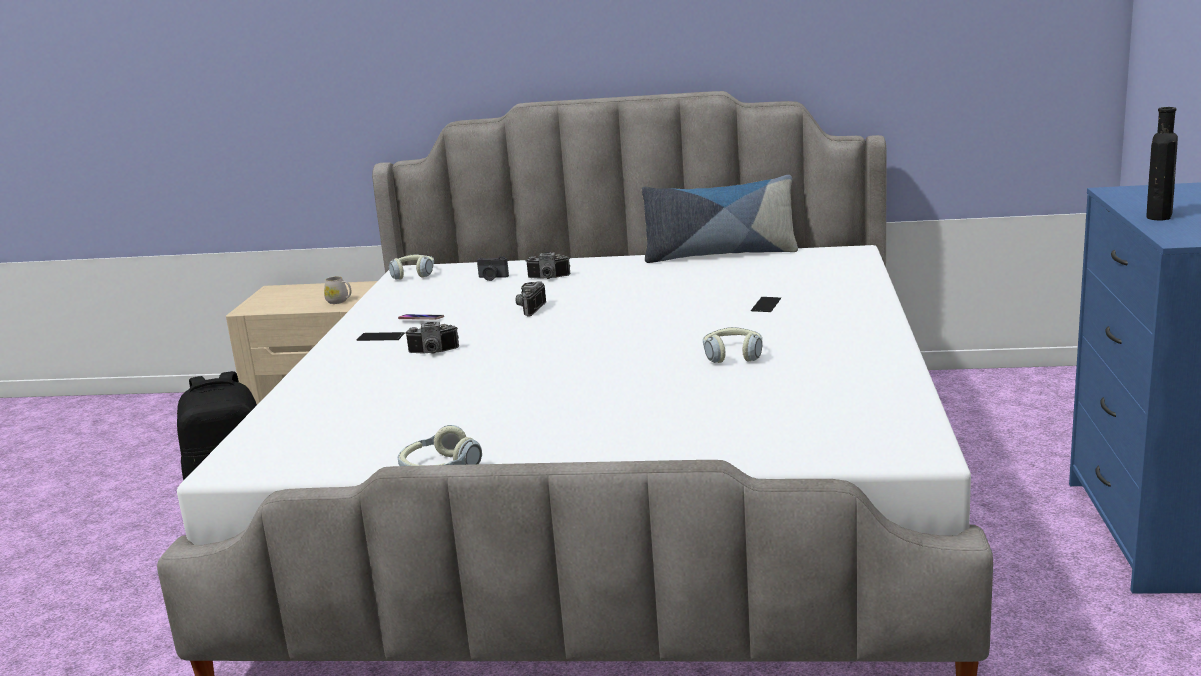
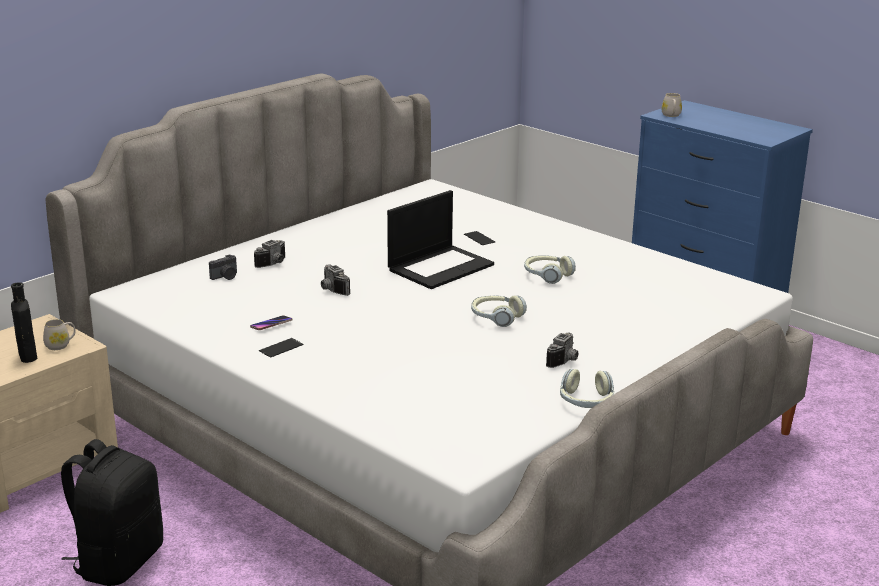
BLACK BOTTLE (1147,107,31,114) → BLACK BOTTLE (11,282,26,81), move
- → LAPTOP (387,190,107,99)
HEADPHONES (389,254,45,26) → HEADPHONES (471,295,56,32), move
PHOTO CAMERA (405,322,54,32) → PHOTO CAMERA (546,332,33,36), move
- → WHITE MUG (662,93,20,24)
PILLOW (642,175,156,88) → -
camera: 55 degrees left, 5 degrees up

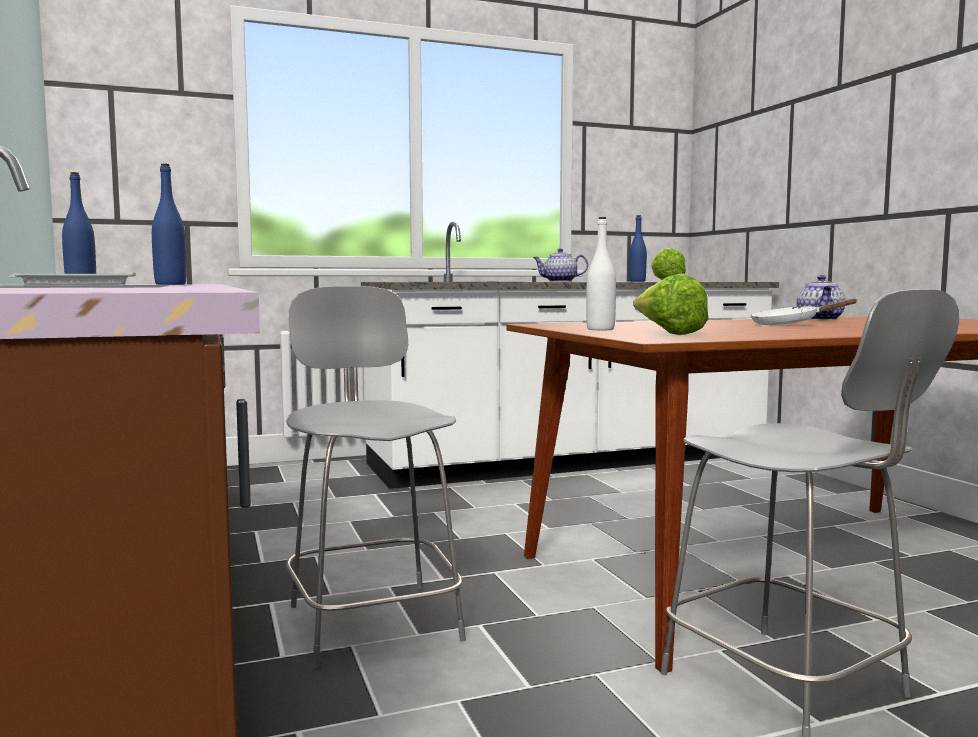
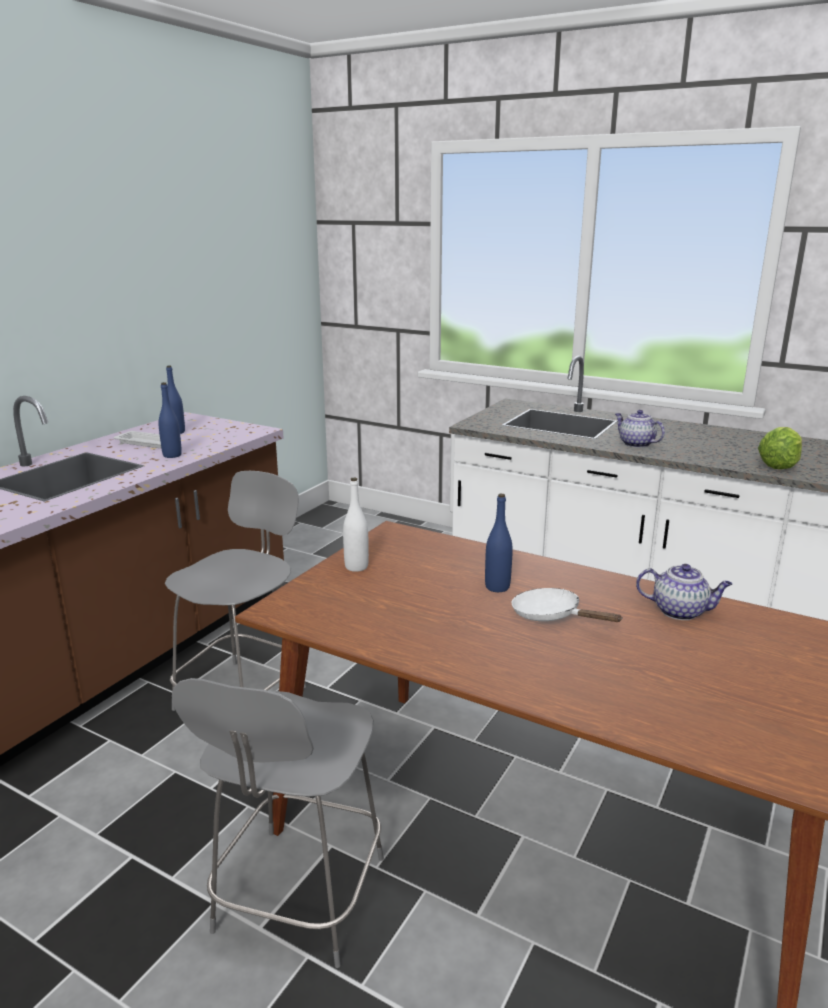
BLUE BOTTLE (629,215,18,67) → BLUE BOTTLE (485,493,28,99), move
TEAPOT (797,275,49,45) → TEAPOT (636,564,96,56), 135 degrees counterclockwise
LETTUCE (633,273,75,62) → -
camera: 50 degrees right, 15 degrees up

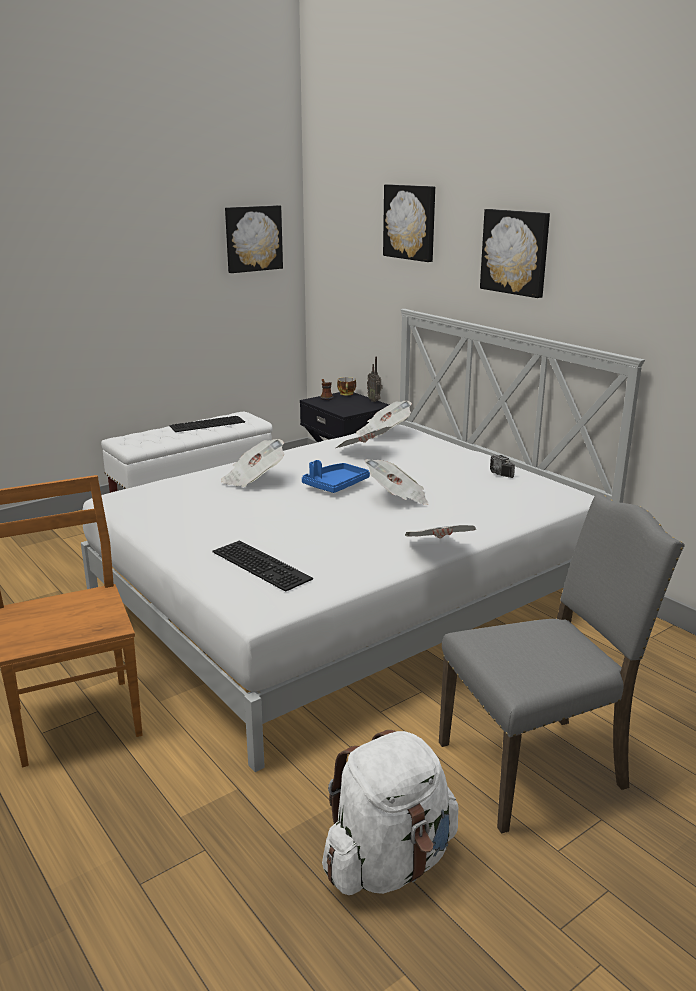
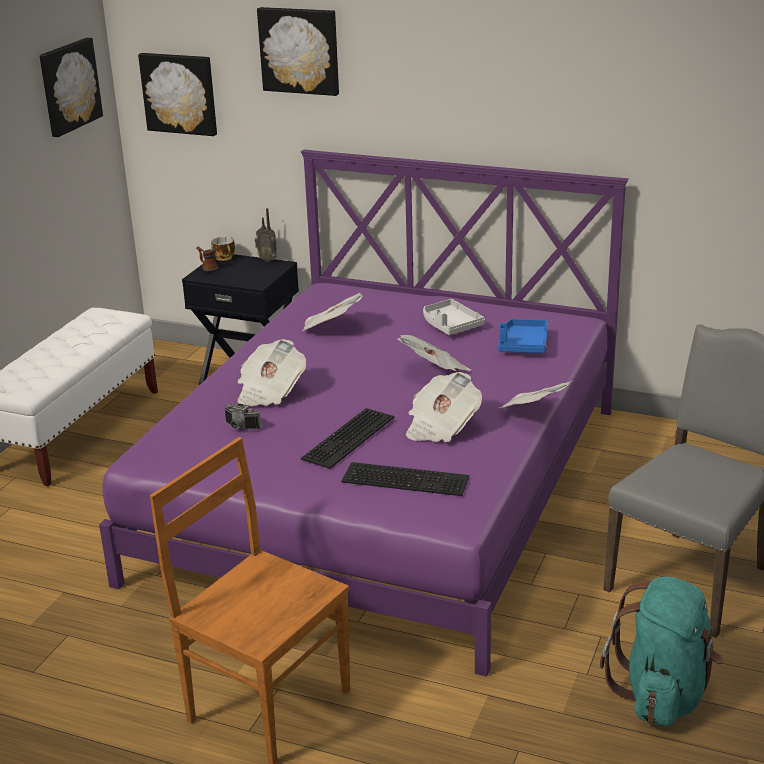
WHITE BED (81,309,564,463) → PURPLE BED (99,150,530,526)
PICTURE (480,209,70,89) → PICTURE (138,53,79,83), move
PHOTO CAMERA (490,455,25,23) → PHOTO CAMERA (224,403,37,26), move
KEYBOARD (170,416,75,16) → KEYBOARD (301,408,93,61), move
NEWSPAPER (356,401,56,37) → NEWSPAPER (406,372,76,70), move
- → GREY TRAY (423,299,62,36)
BLUE TRAY (302,460,68,33) → BLUE TRAY (498,319,50,34), move
WHITE BACKPACK (322,730,136,165) → TURQUOISE BACKPACK (600,577,124,149)
camera: 30 degrees left, 5 degrees up

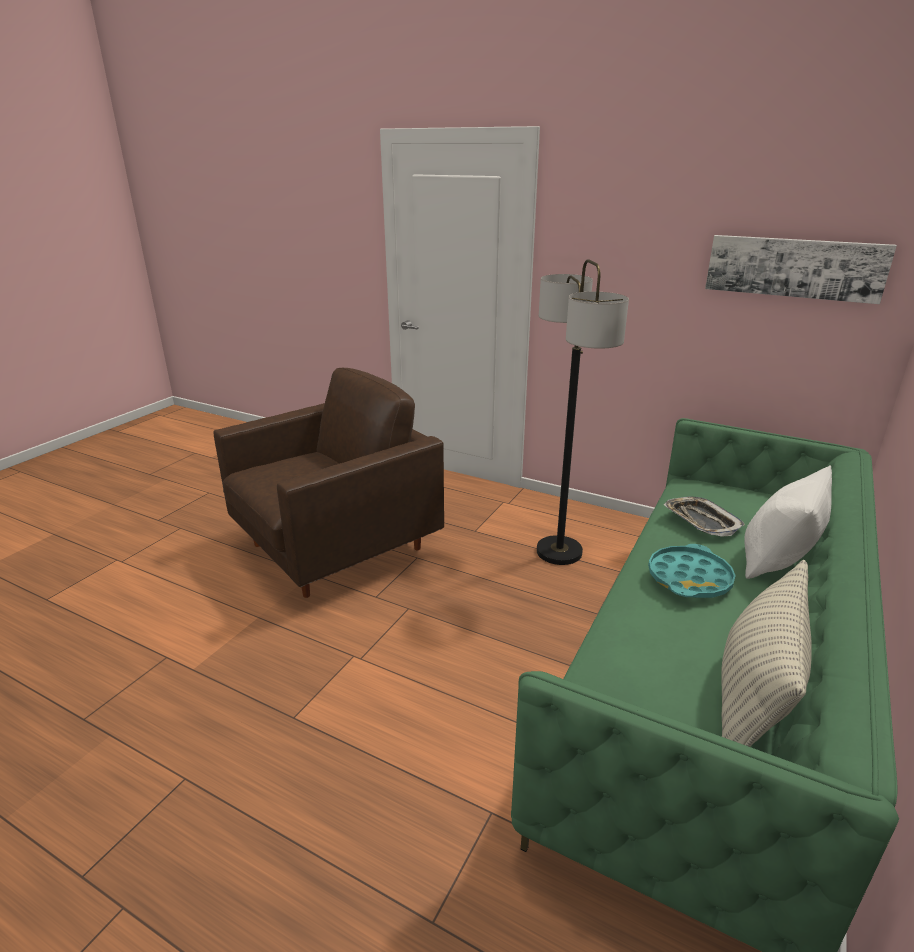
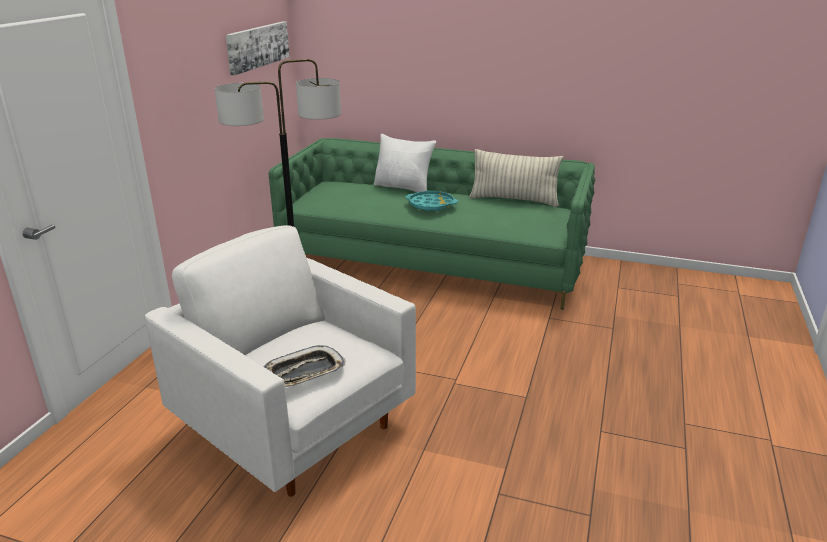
BROWN ARMCHAIR (214,368,230,230) → WHITE ARMCHAIR (144,225,272,272)
TRAY (664,497,81,40) → TRAY (264,345,82,43), move
camera: 100 degrees left, 0 degrees up

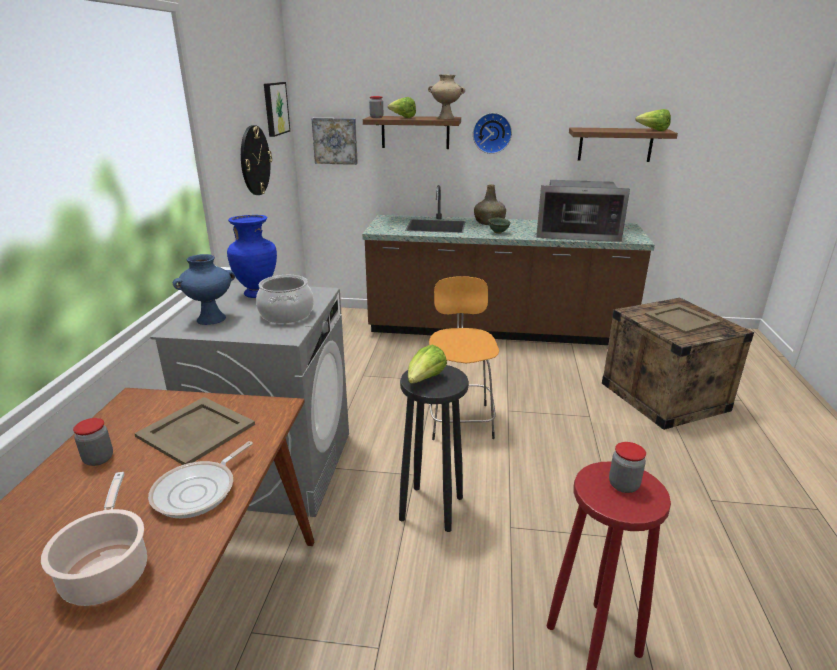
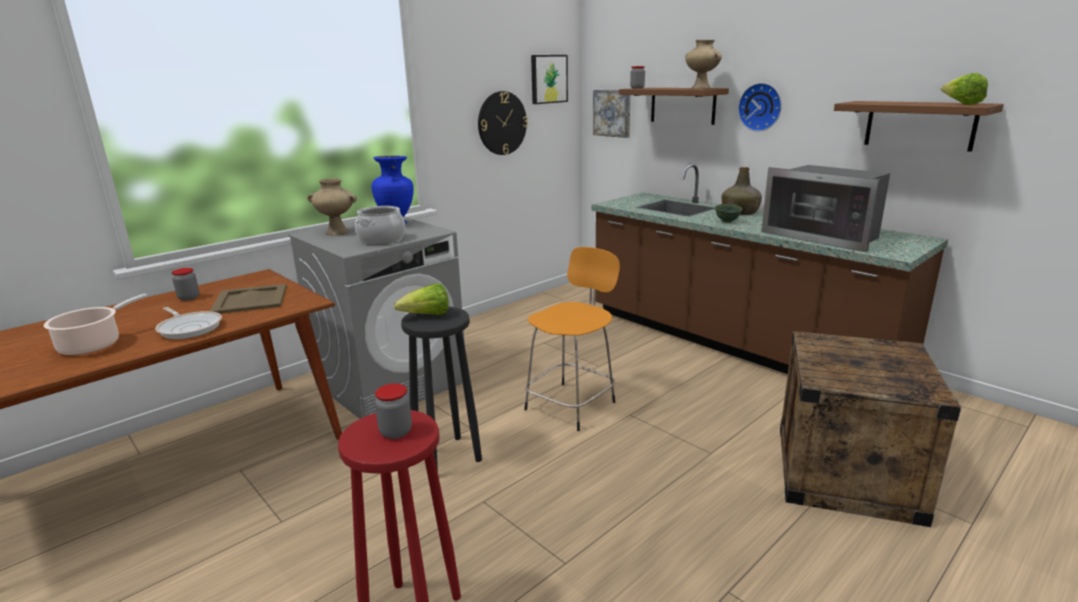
FRYING PAN (148,441,105,77) → FRYING PAN (155,307,67,32), 120 degrees counterclockwise
BLUE VASE (173,254,62,71) → BEIGE VASE (307,179,50,56)
LETTUCE (388,97,28,21) → -
BEIGE TRAY (645,304,76,30) → -
camera: 40 degrees right, 5 degrees down

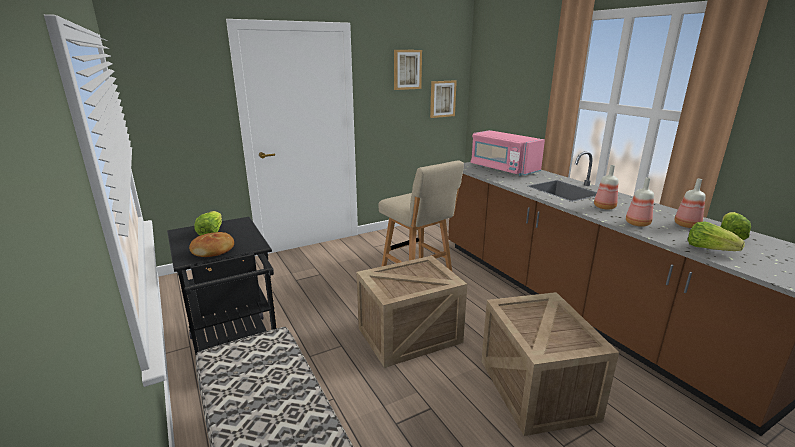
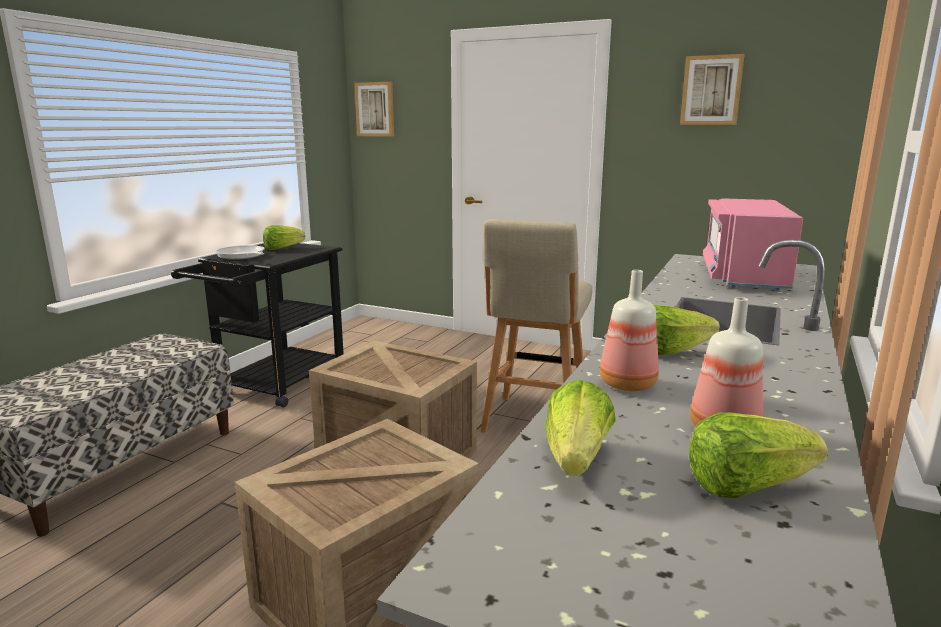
BREAD (189,232,45,25) → FRYING PAN (215,245,50,15)
PICTURE (430,80,27,38) → PICTURE (354,82,40,55), move
BOTTLE (594,165,25,45) → LETTUCE (654,305,66,50)
camera: 55 degrees right, 5 degrees down

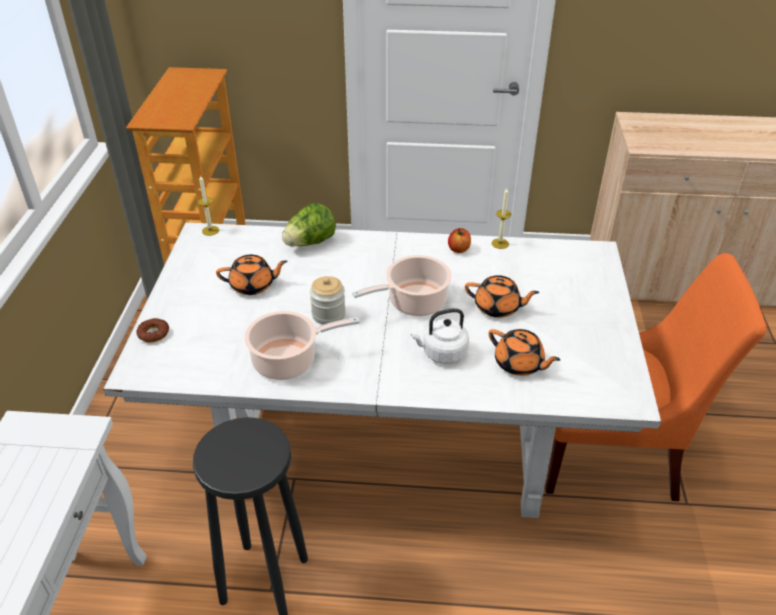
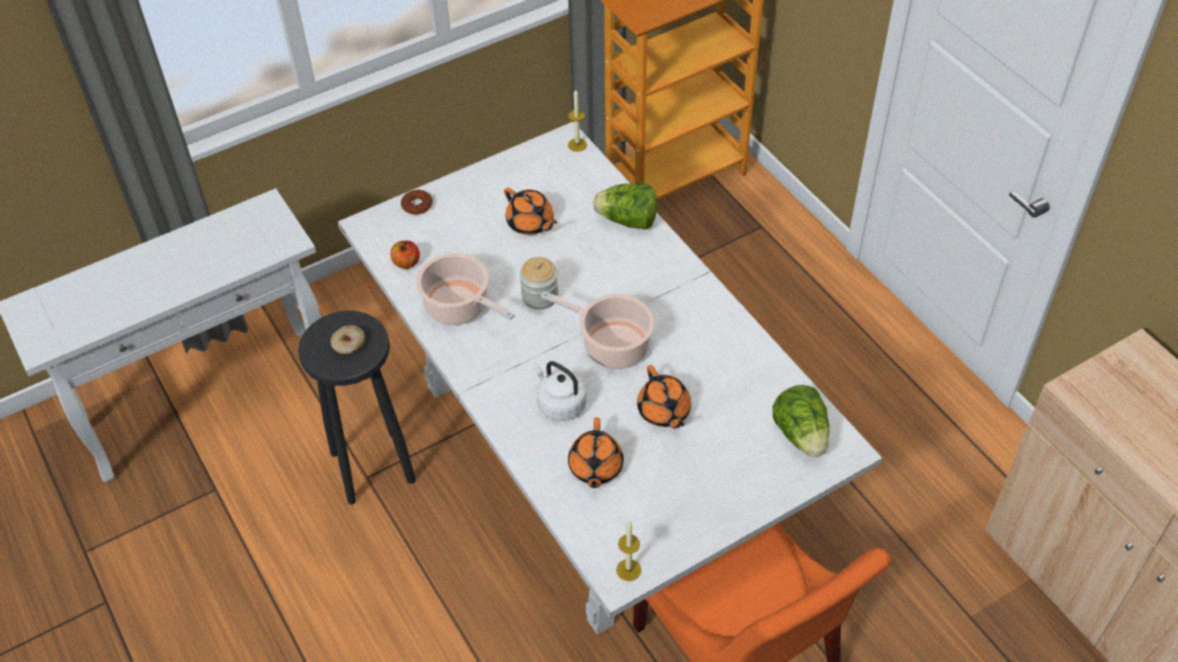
- → DONUT (331,325,34,30)
APPLE (448,228,23,25) → APPLE (390,241,30,28), move
CANDLE (492,188,19,61) → CANDLE (616,520,25,61), move
- → LETTUCE (773,385,56,72)
camera: 55 degrees right, 10 degrees up

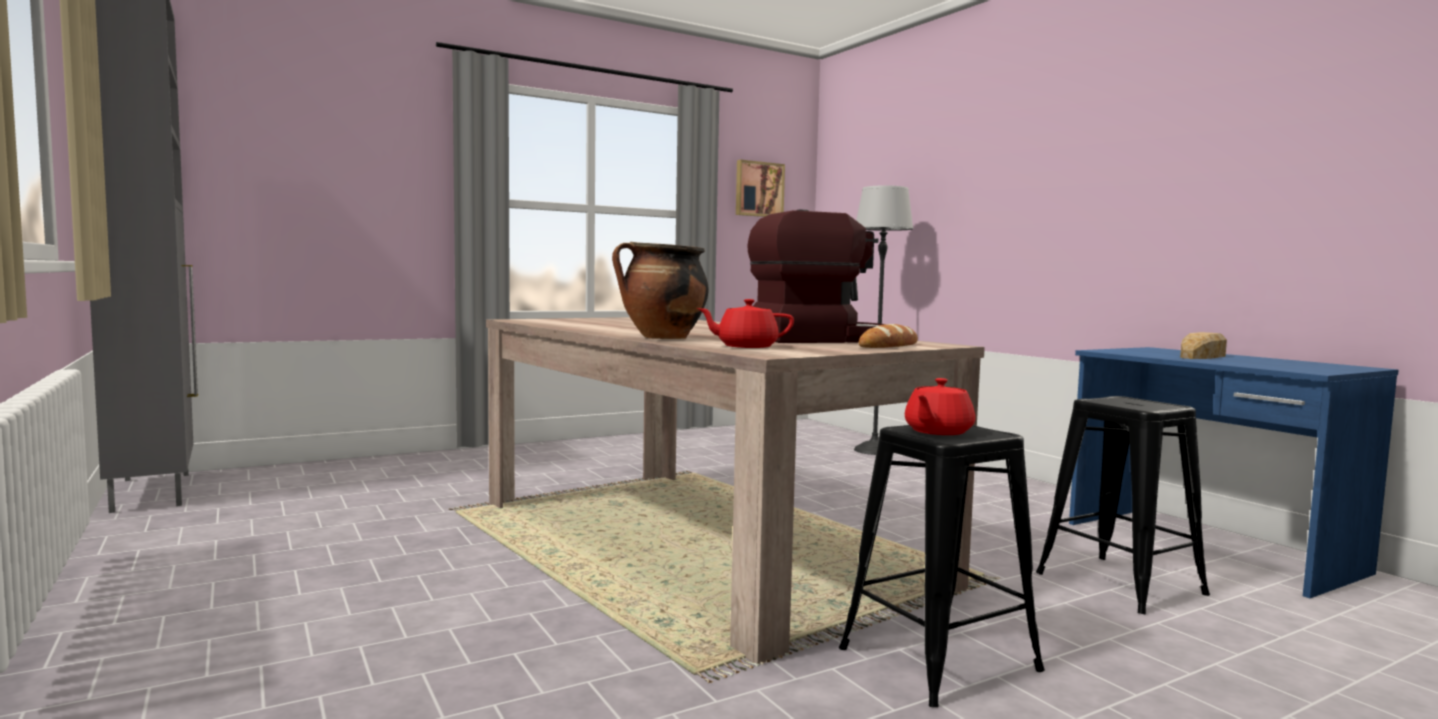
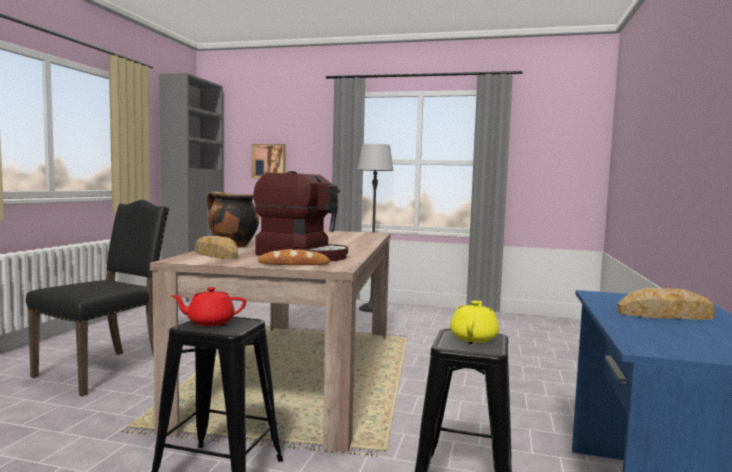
- → BLACK CHAIR (26,200,143,197)
RED TEAPOT (697,299,97,49) → BREAD (195,236,43,23)
PICTURE (736,160,49,57) → PICTURE (252,144,34,35), move
FLOOR LAMP (854,185,59,270) → FLOOR LAMP (357,144,36,168), move
- → YELLOW TEAPOT (450,301,49,42)
camera: 45 degrees right, 0 degrees up

